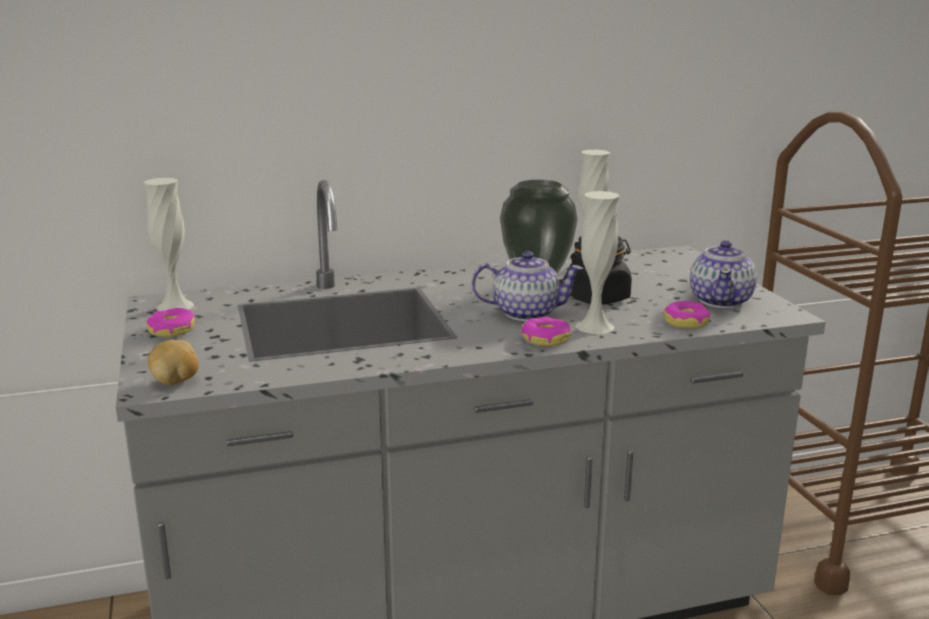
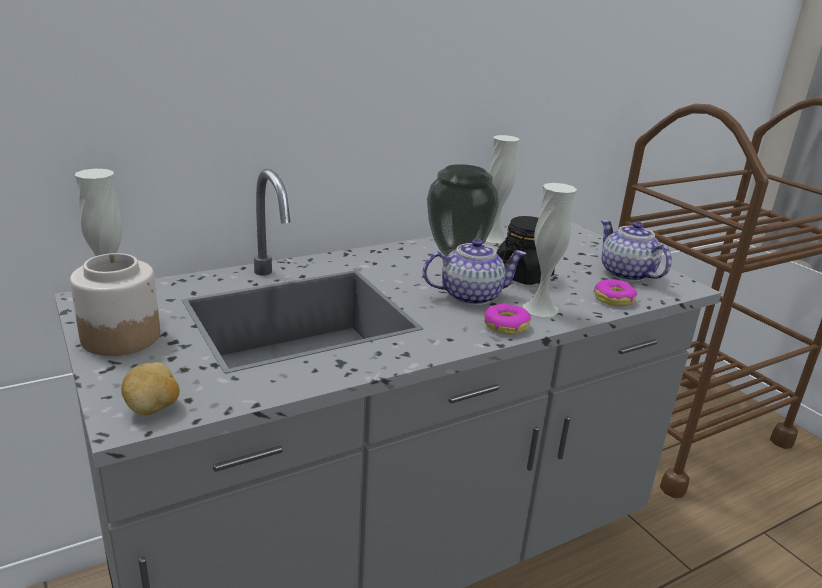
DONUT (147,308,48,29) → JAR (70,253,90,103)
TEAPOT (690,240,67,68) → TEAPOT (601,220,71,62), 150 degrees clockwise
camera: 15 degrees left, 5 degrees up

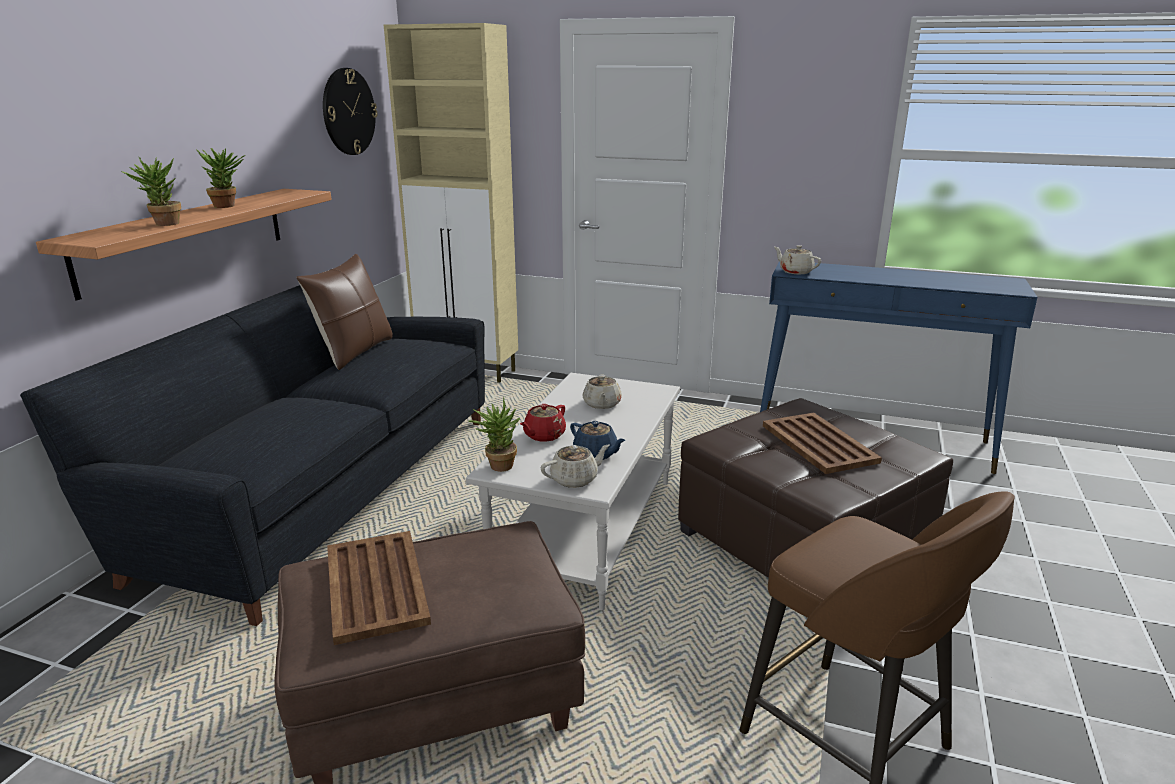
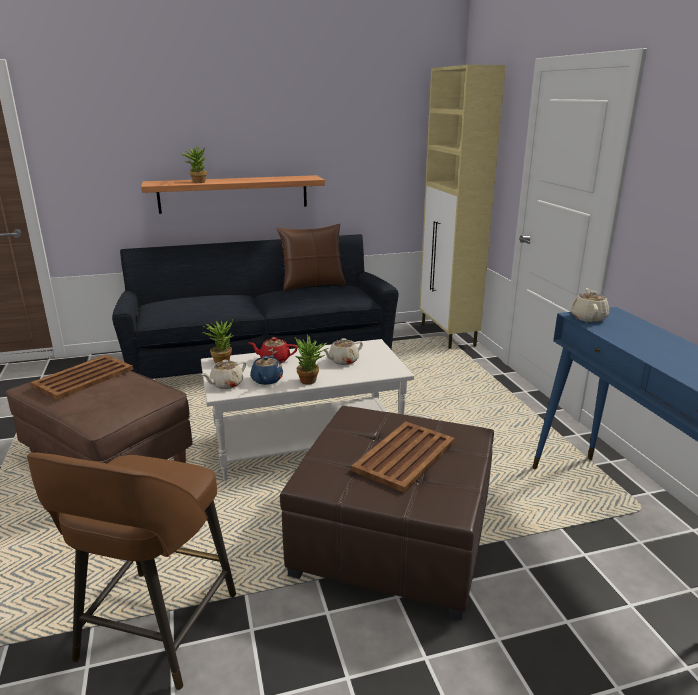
BEIGE TEAPOT (541,444,69,44) → BEIGE TEAPOT (201,360,45,29), 105 degrees clockwise
POTTED PLANT (197,148,48,60) → POTTED PLANT (295,334,34,50), move
WALL CLOCK (323,68,55,87) → -
camera: 55 degrees right, 0 degrees up

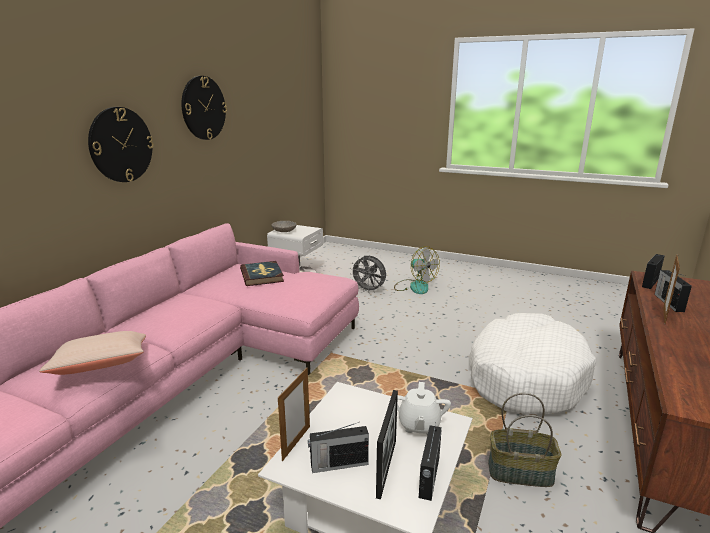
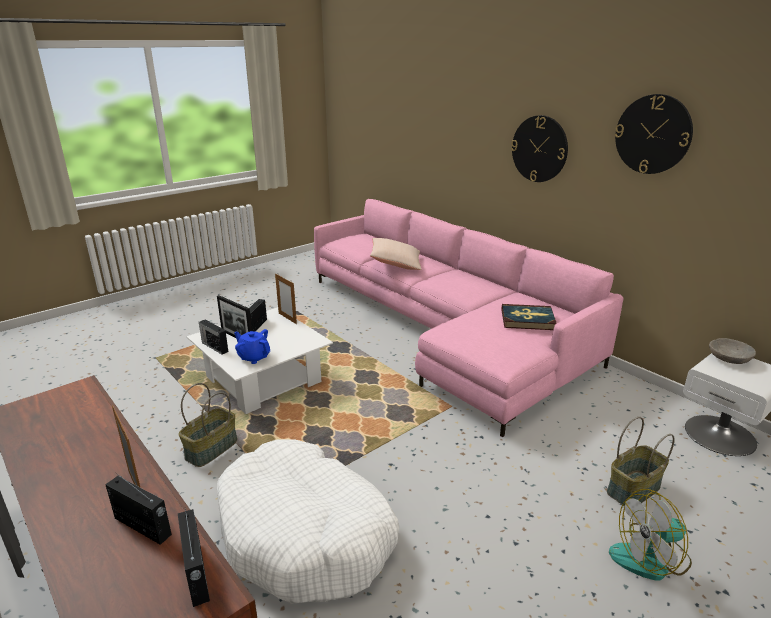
WHITE TEAPOT (397,382,54,53) → BLUE TEAPOT (234,329,36,35)
GREY FAN (350,255,36,38) → BASKET (607,417,68,89)
camera: 115 degrees right, 5 degrees up

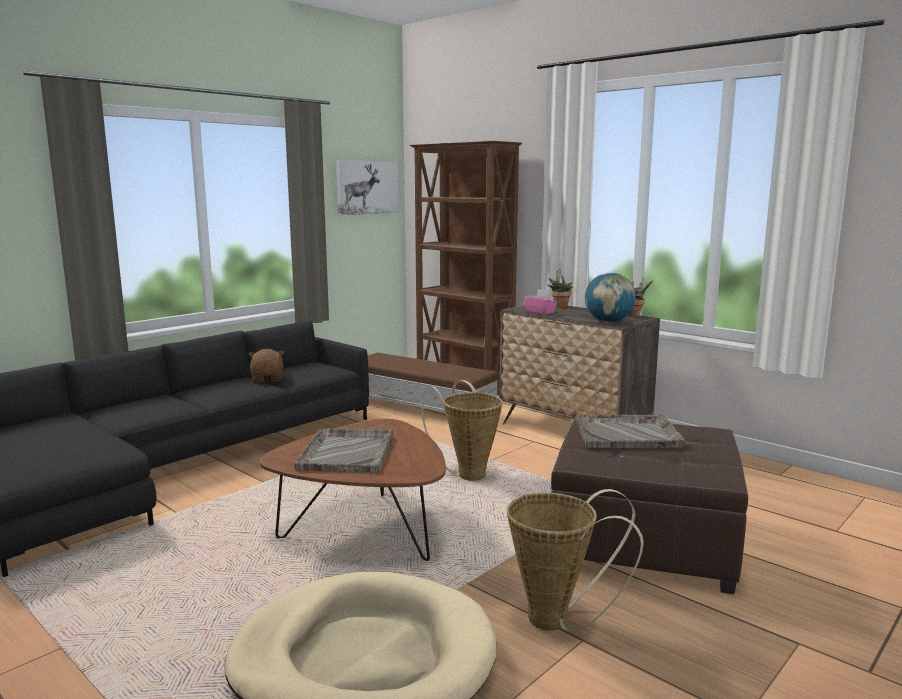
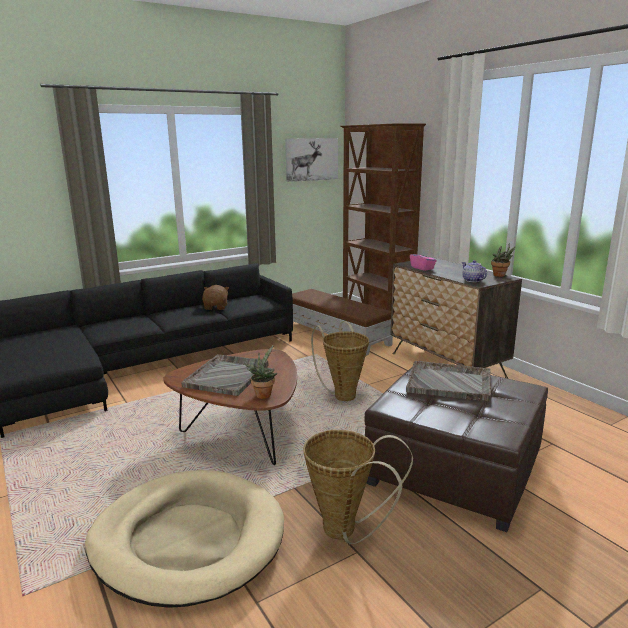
POTTED PLANT (548,268,25,40) → POTTED PLANT (244,345,33,54), move
GLOBE (585,273,51,49) → TEAPOT (462,260,25,22)
camera: 15 degrees right, 5 degrees up

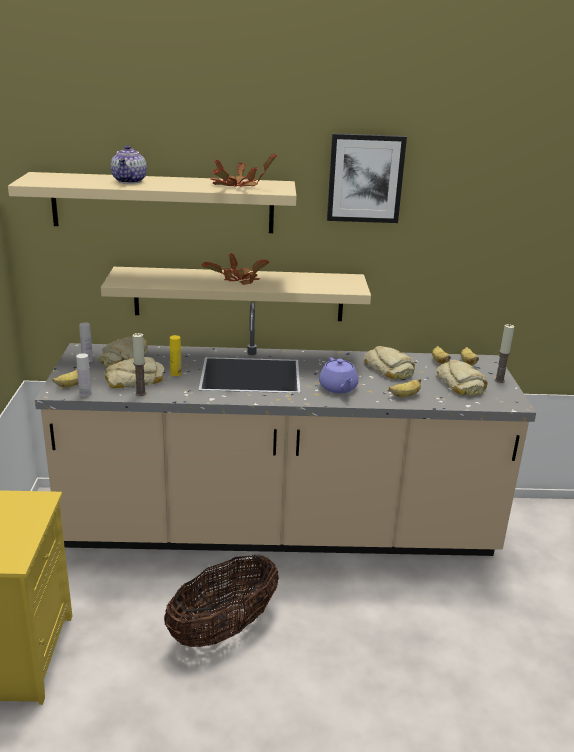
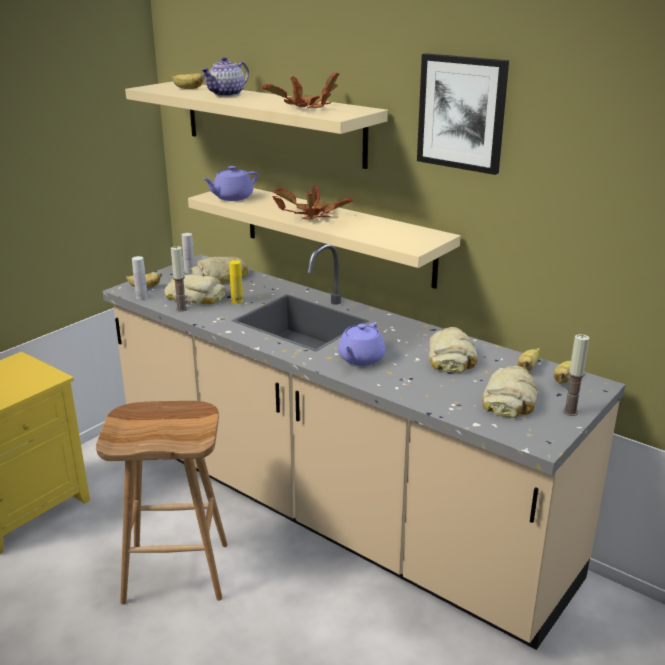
BASKET (164,554,115,93) → BROWN STOOL (96,401,132,203)
BANANA (389,379,32,18) → BANANA (172,73,33,16), move
- → PURPLE TEAPOT (203,166,55,35)
camera: 40 degrees right, 0 degrees up

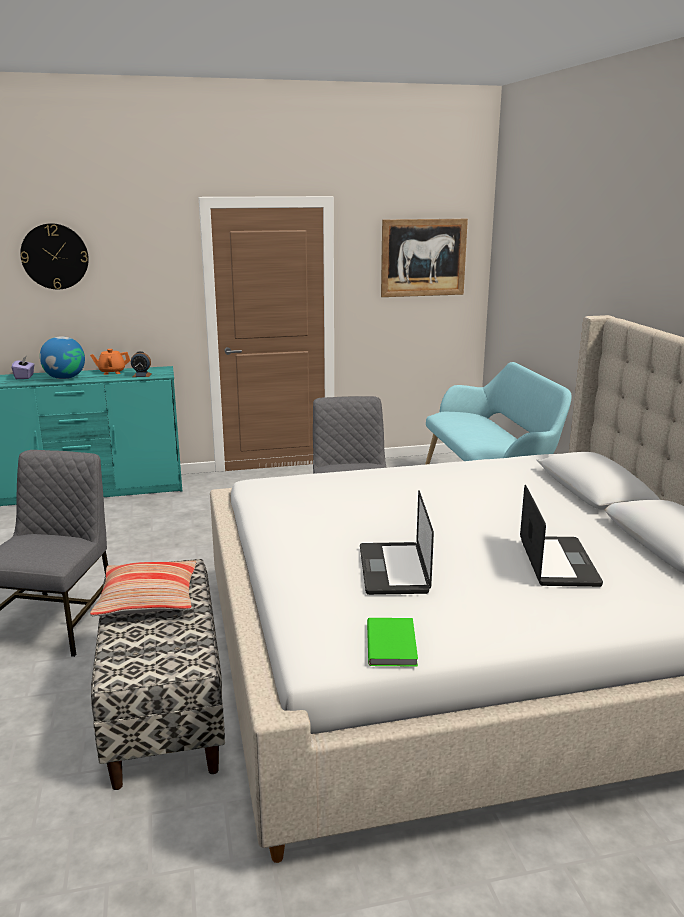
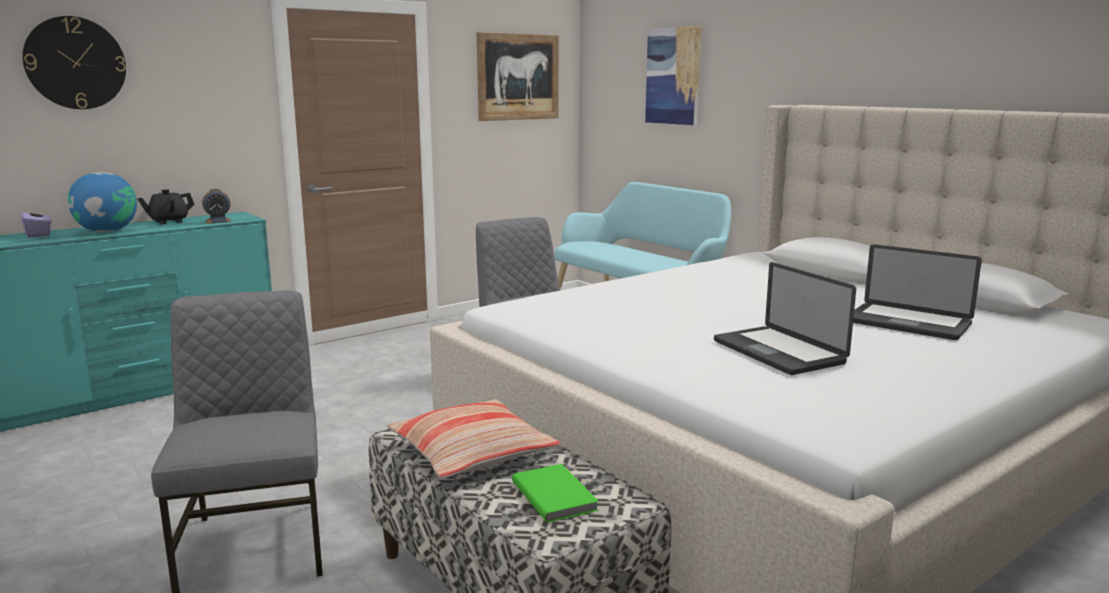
ORANGE TEAPOT (90,349,40,26) → BLACK TEAPOT (137,189,58,36)
GREEN BOOK (367,618,51,49) → GREEN BOOK (512,464,87,59), move
- → PICTURE (645,26,57,99)
LAPTOP (520,485,83,102) → LAPTOP (853,244,129,96), 150 degrees clockwise
camera: 25 degrees left, 5 degrees down

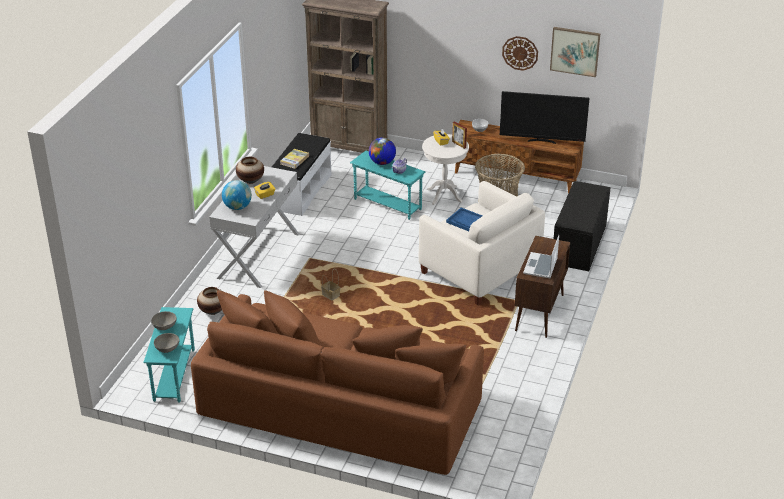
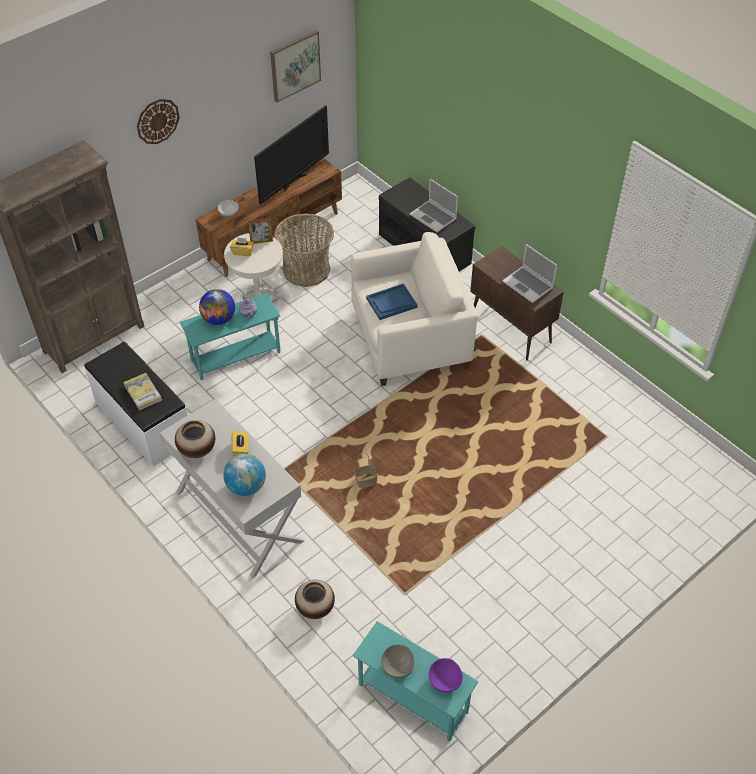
WALL CLOCK (502,36,36,35) → WALL CLOCK (137,99,43,45), move
- → LAPTOP (410,179,48,53)
GREY BOWL (154,333,26,20) → PURPLE BOWL (429,658,34,35)
BROWN SOFA (191,290,293,185) → -
camera: 60 degrees left, 15 degrees up

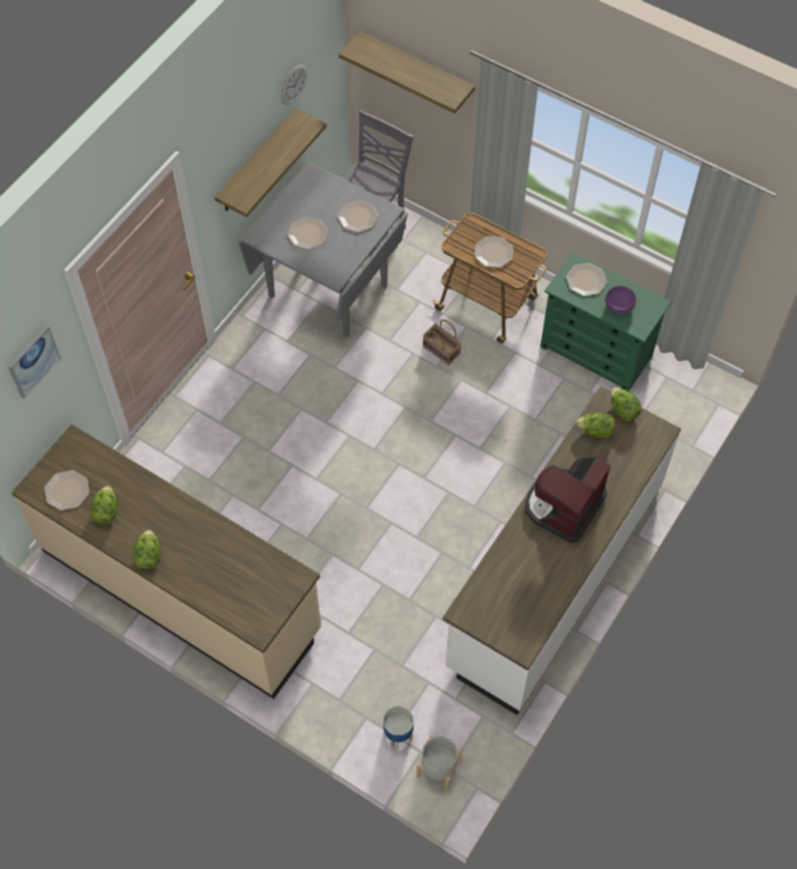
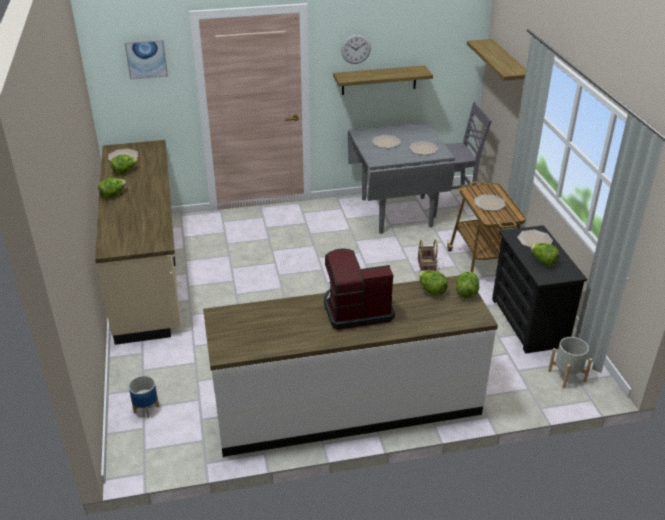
WALL CLOCK (281,64,26,42) → WALL CLOCK (341,34,30,30), move
GREEN DRESSER (540,252,132,139) → BLACK DRESSER (492,225,95,128)
PURPLE BOWL (605,286,31,28) → LETTUCE (530,243,30,23)
GREY PLANTER (416,735,46,56) → GREY PLANTER (548,337,44,51), move
camera: 45 degrees right, 25 degrees down

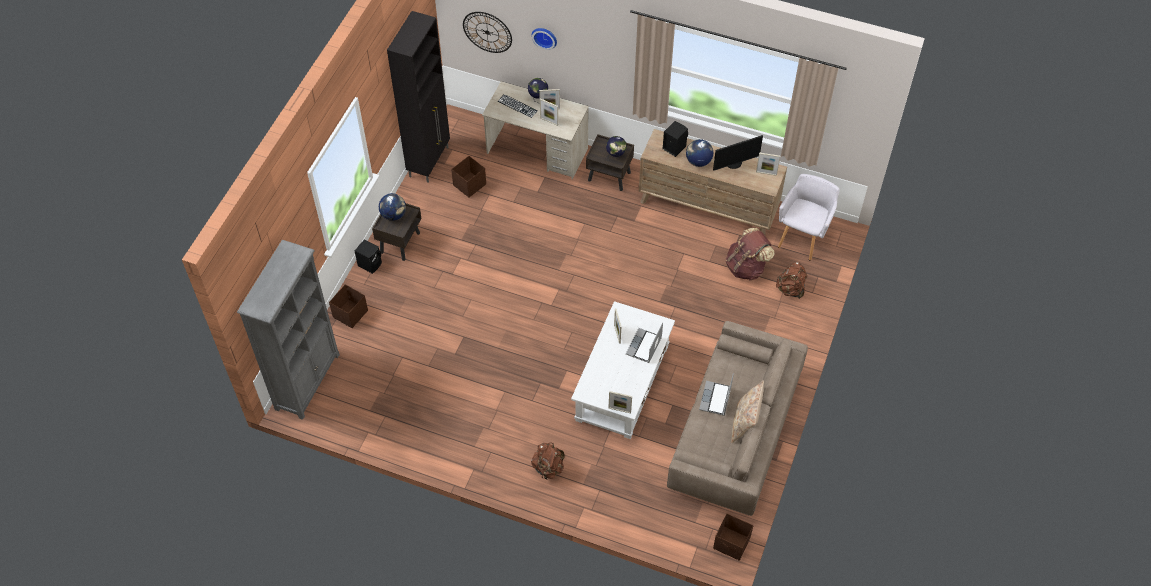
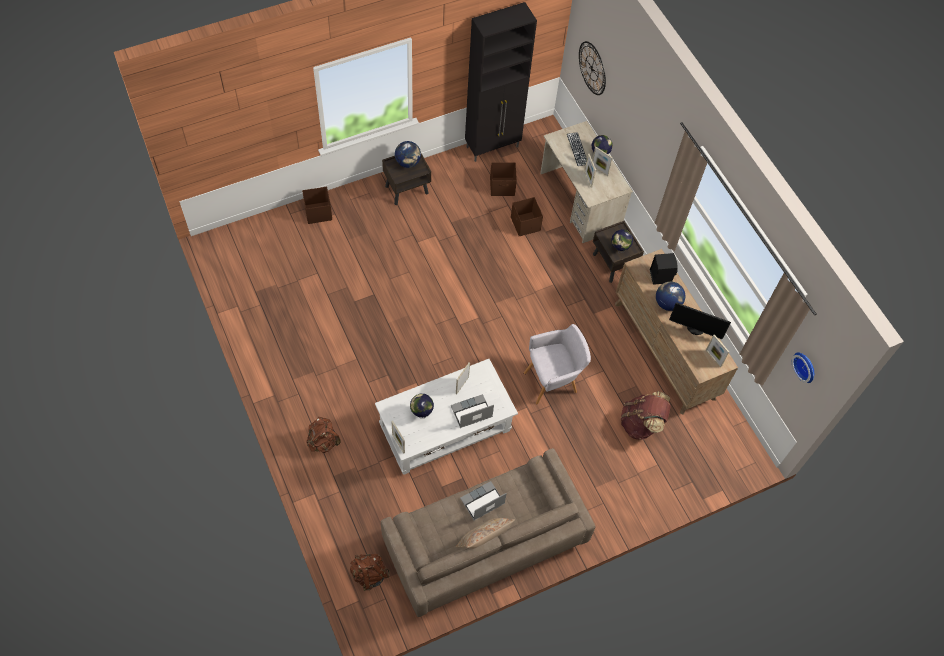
BROWN BACKPACK (776,262,31,37) → BROWN BACKPACK (350,554,40,37), move
- → GLOBE (410,394,24,24)
BROWN STORAGE BOX (713,513,41,48) → BROWN STORAGE BOX (511,197,32,39), move
GREY ARMCHAIR (778,174,62,87) → GREY ARMCHAIR (524,324,67,81), move
WALL CLOCK (532,28,25,22) → WALL CLOCK (792,353,22,30), move
GREY BOOKCASE (237,240,103,180) → -
BLACK SPEAKER (355,240,27,34) → -
camera: 40 degrees right, 5 degrees up

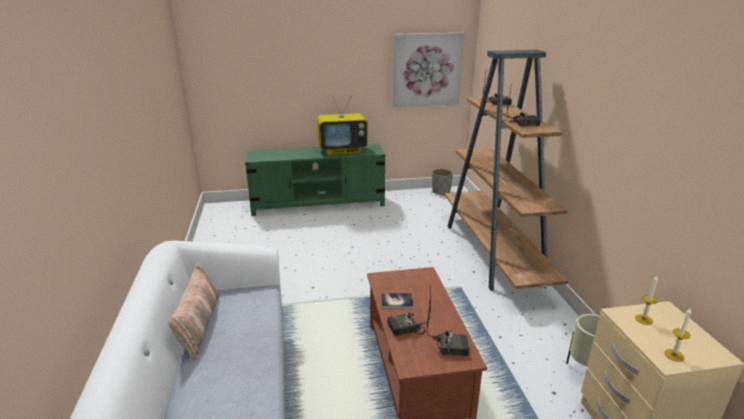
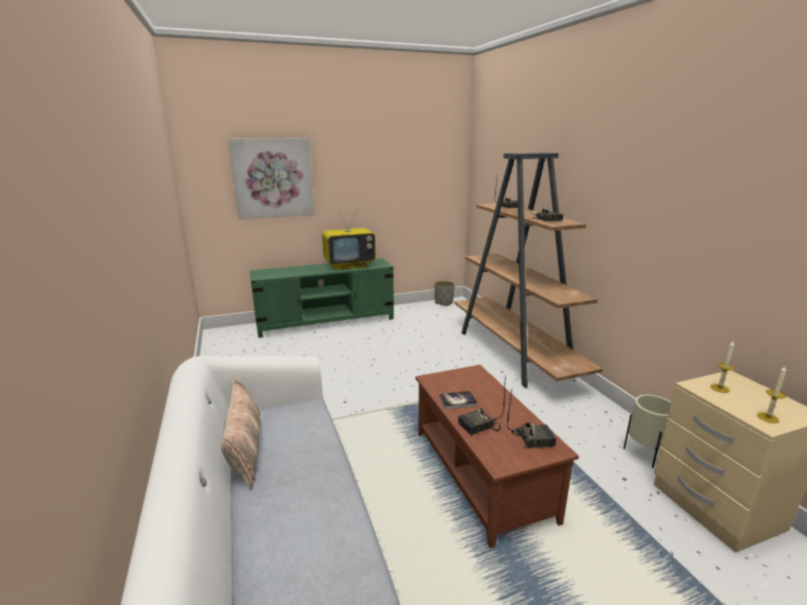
PICTURE (392,33,72,74) → PICTURE (228,138,87,81), move
camera: 10 degrees left, 5 degrees down

